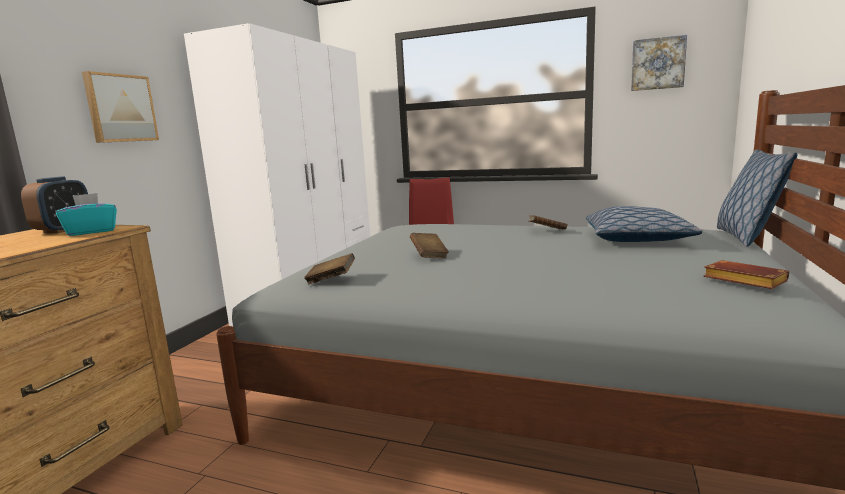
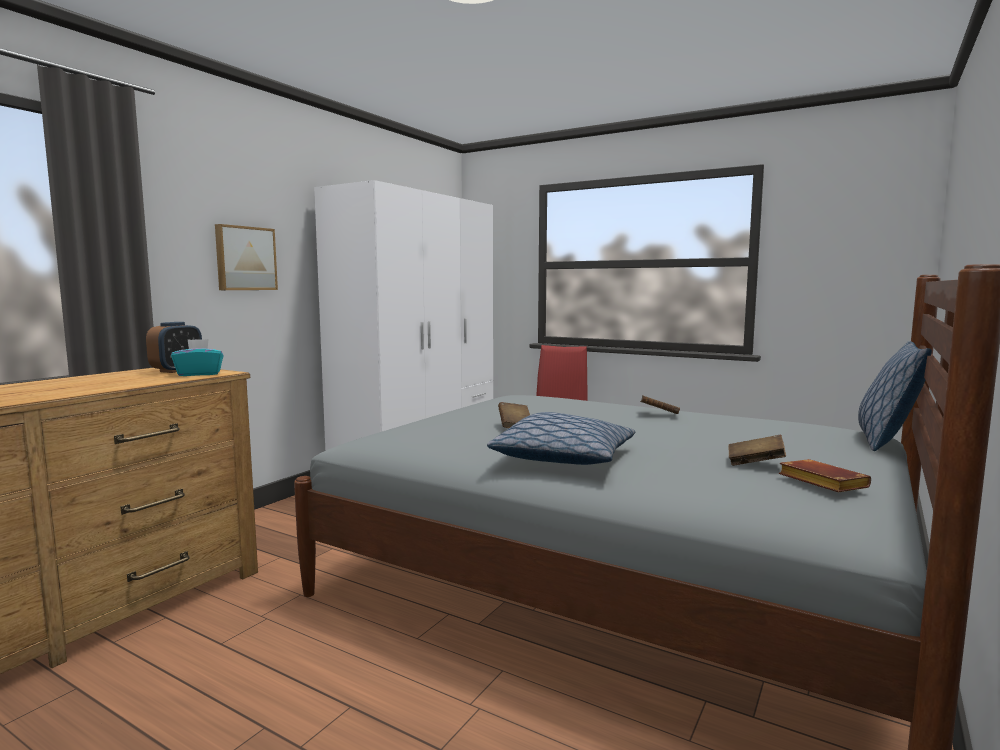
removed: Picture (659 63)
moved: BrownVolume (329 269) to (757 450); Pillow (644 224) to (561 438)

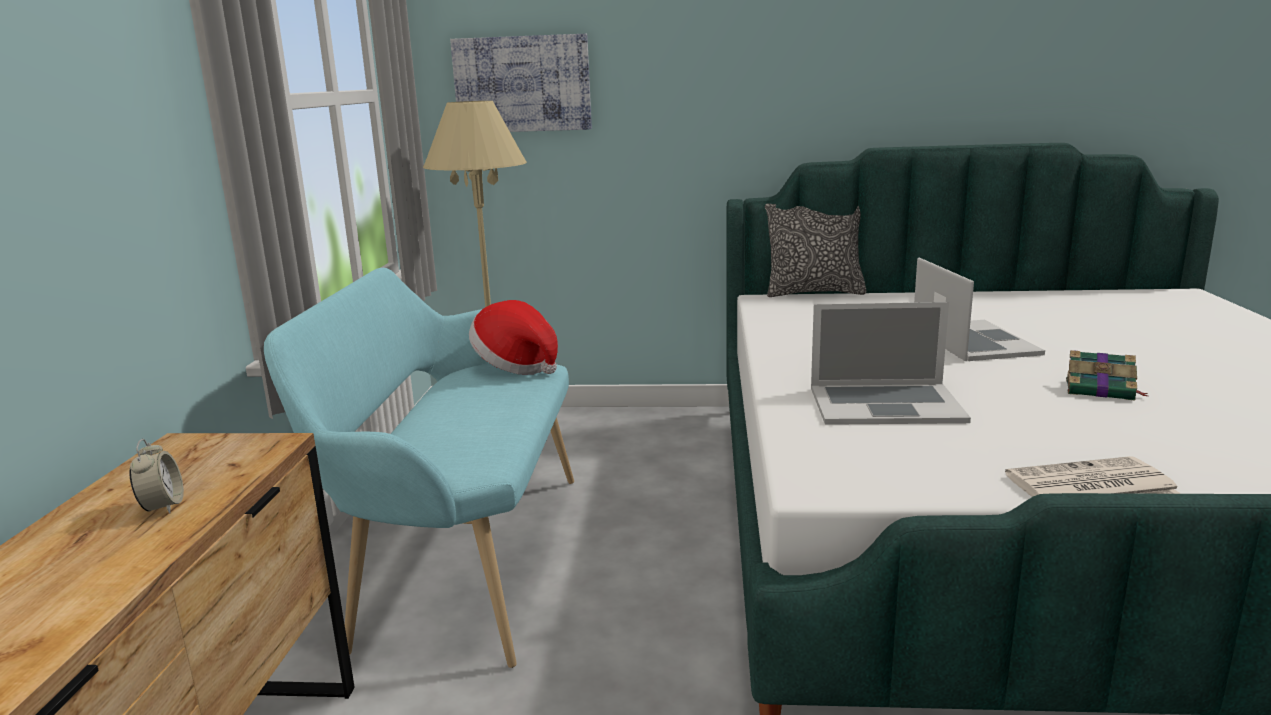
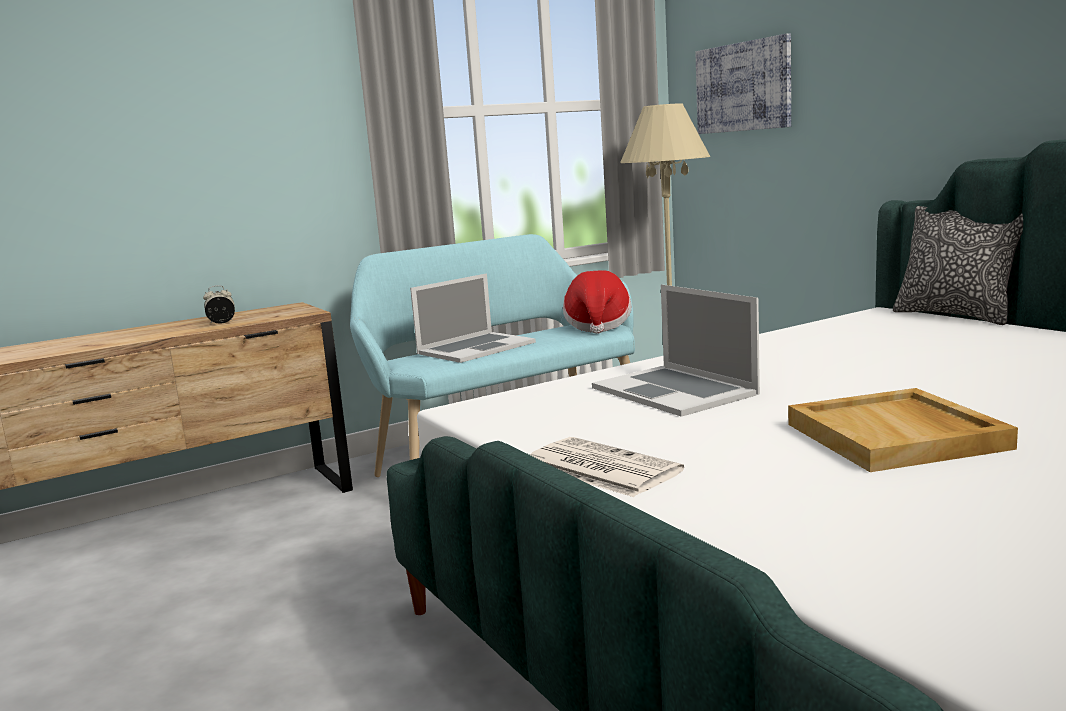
moved: Laptop (979 309) to (473 318)
replaced: Volume (1107 375) to BeigeColouredCarryingTray (903 430)
turned: BedsideClock (156 476) = (219 304) 150 degrees counterclockwise

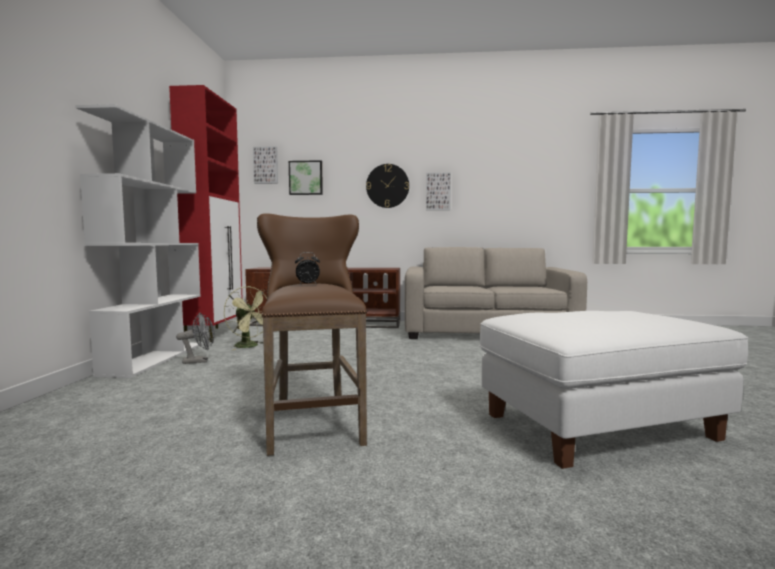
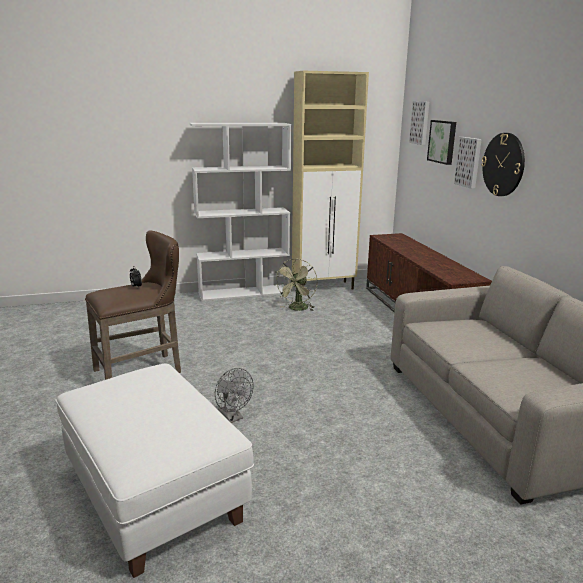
moved: GreyishFan (195 338) to (234 395); Picture (438 191) to (468 163)
recoloured: RedColouredCupboard (205 213) to BeigeColouredCupboard (330 180)

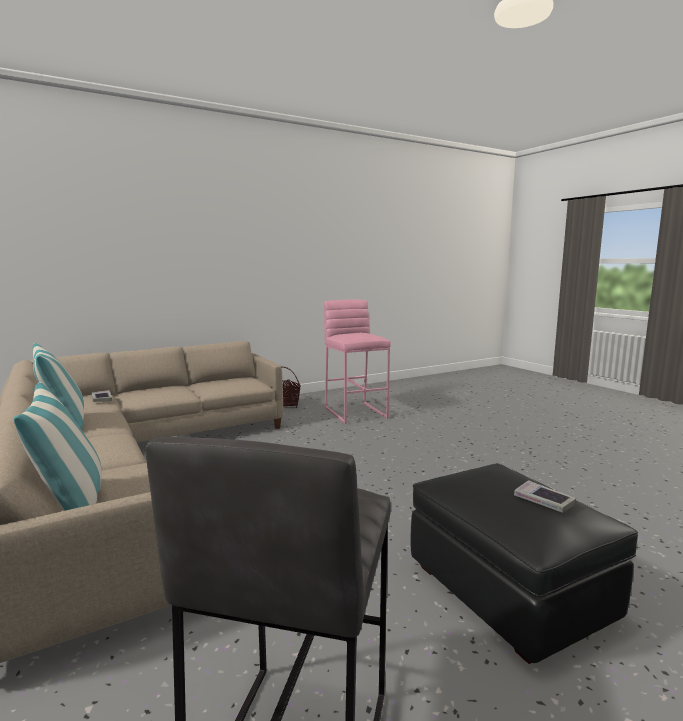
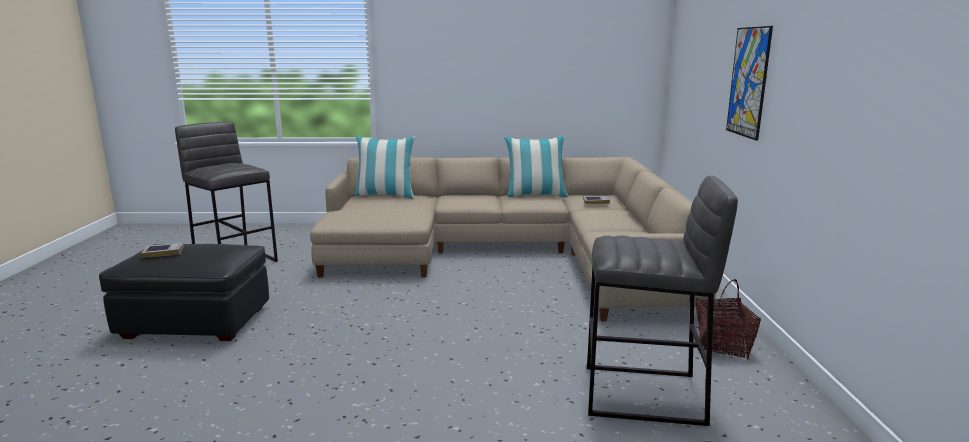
added: Picture (749 83)
recoloured: PinkishSittingStool (357 362) to GreyishSittingStool (662 301)

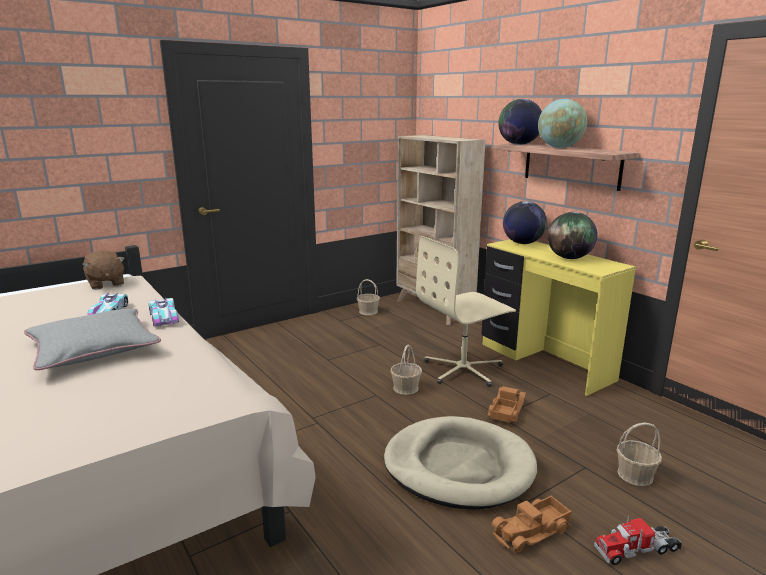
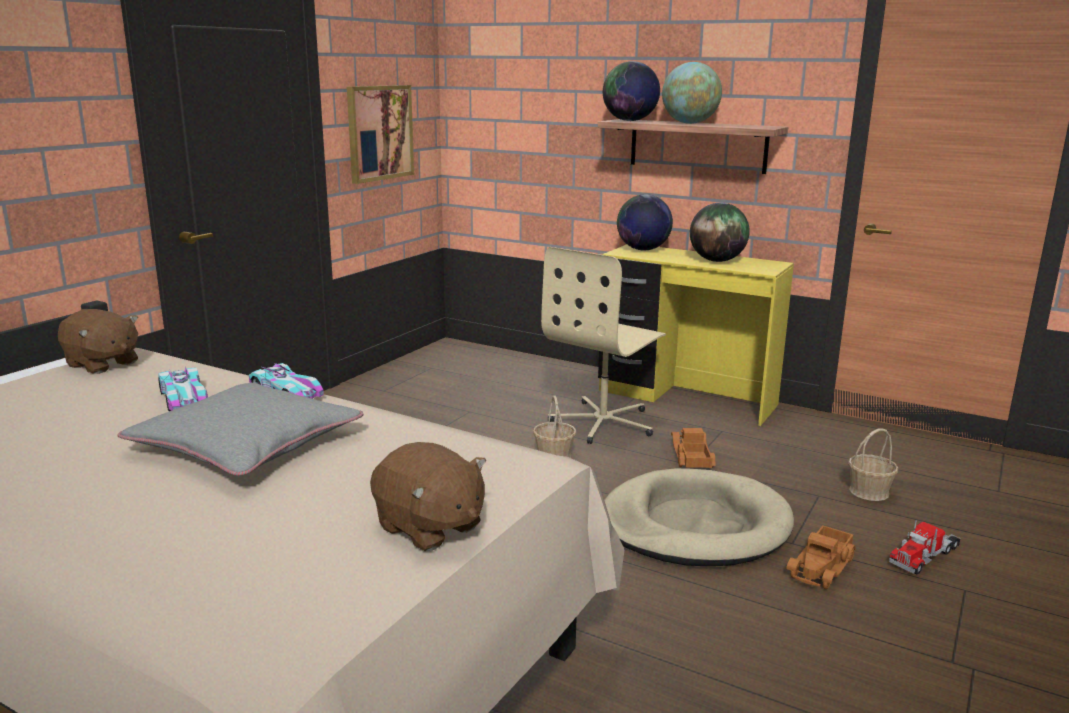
removed: Basket (368 297); BeigeColouredShelvingUnit (441 230)
added: Picture (380 134); BrownSoftToy (428 496)

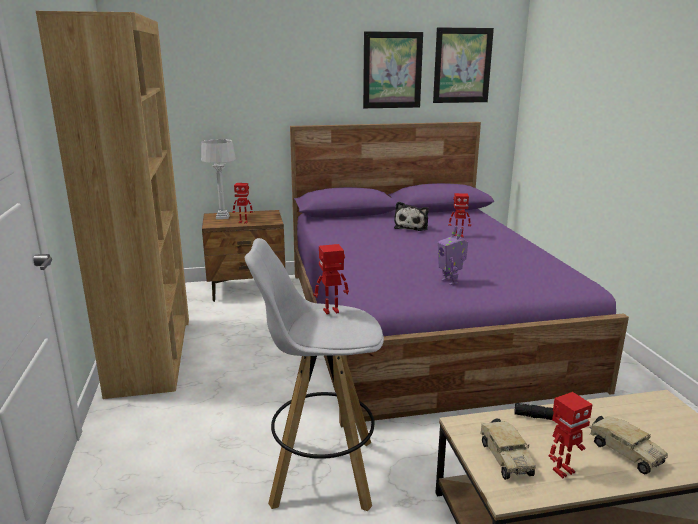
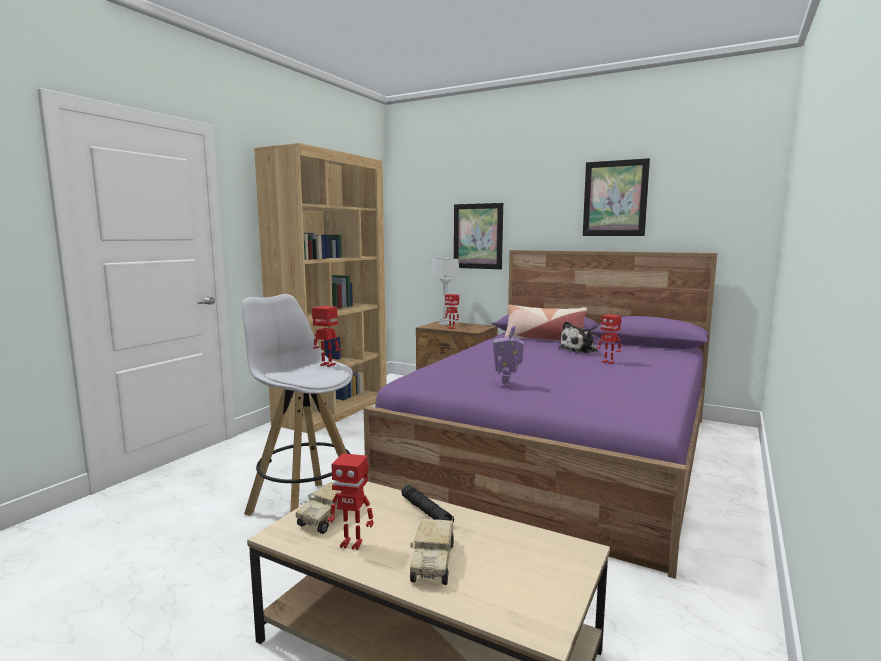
added: Pillow (546 323)
moved: Picture (463 65) to (478 236)

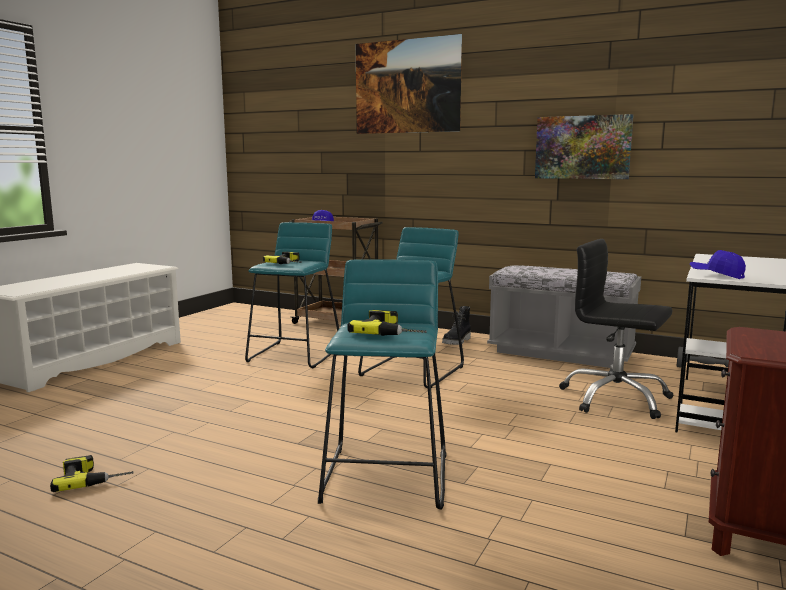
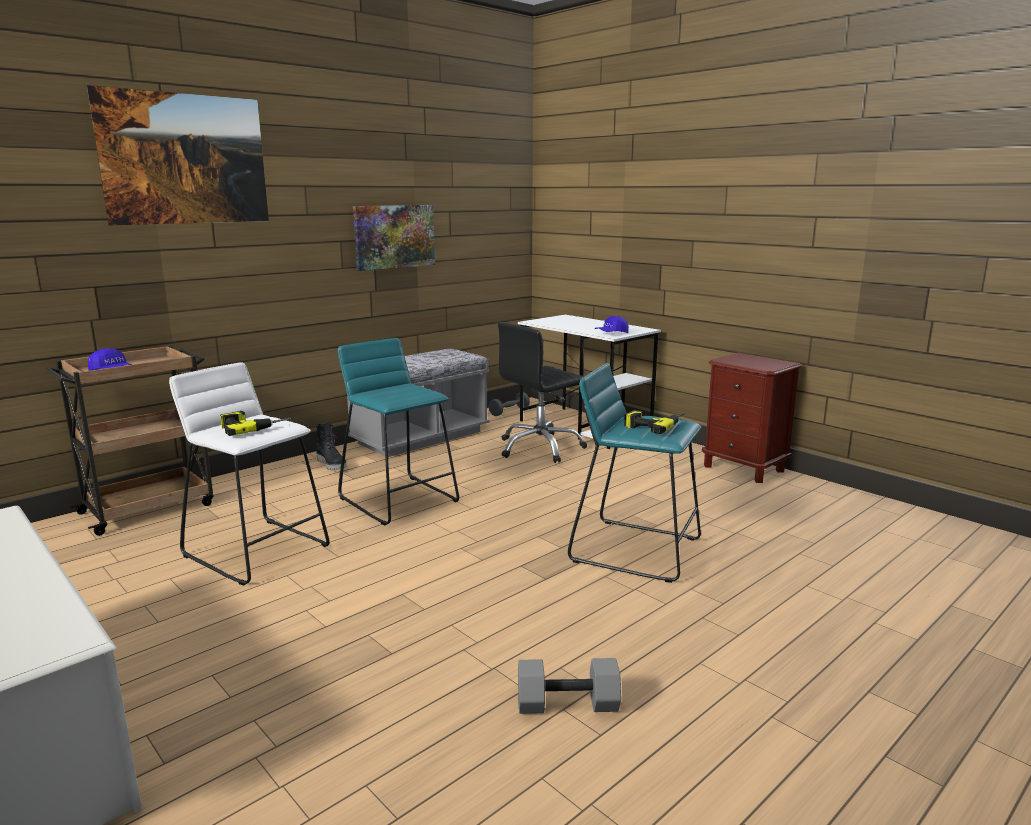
replaced: PowerDrill (92 473) to GreyishDumbbell (569 686)
recoloured: BlueGreenSittingStool (292 295) to WhiteSittingStool (249 474)

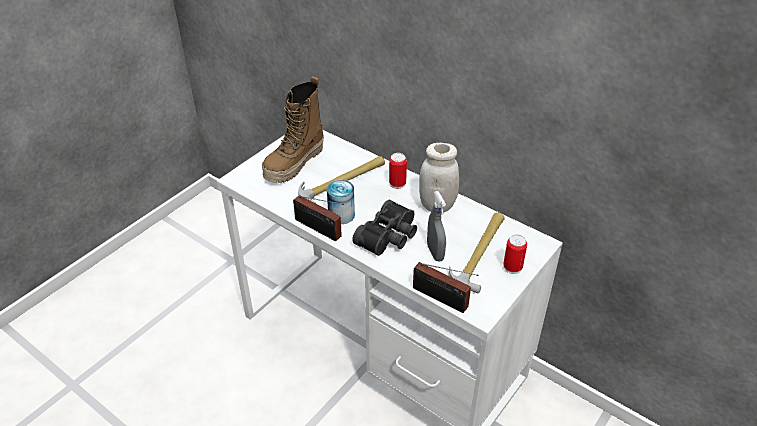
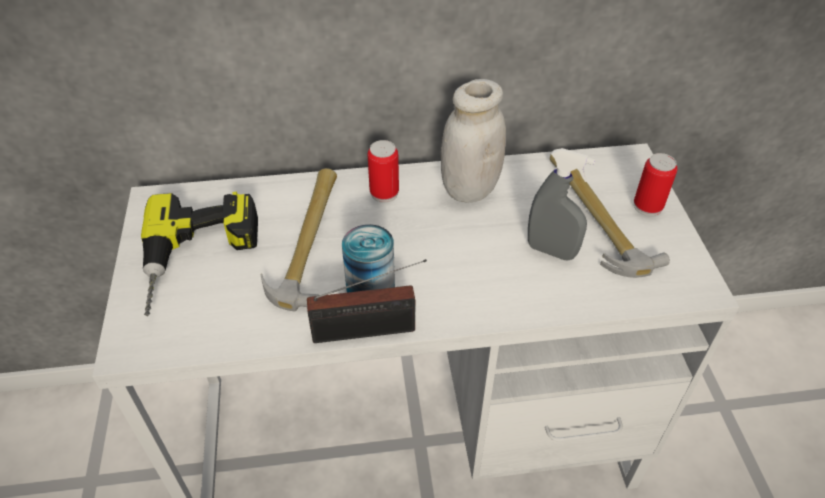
removed: BlackishBinoculars (384 228); RadioSet (446 287)
replaced: HighTopBoot (293 129) to PowerDrill (199 253)

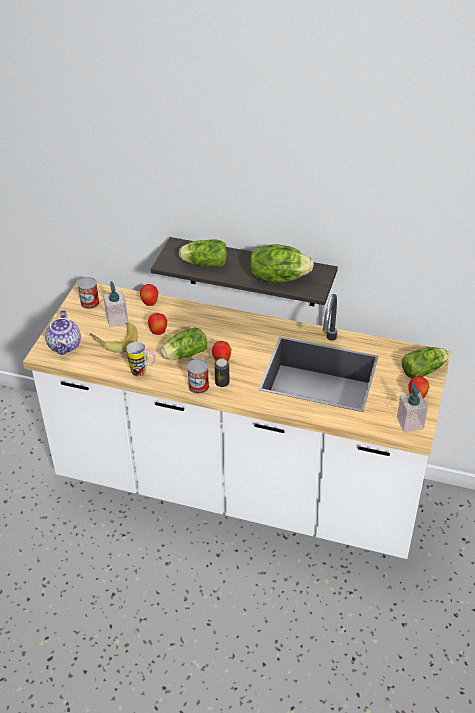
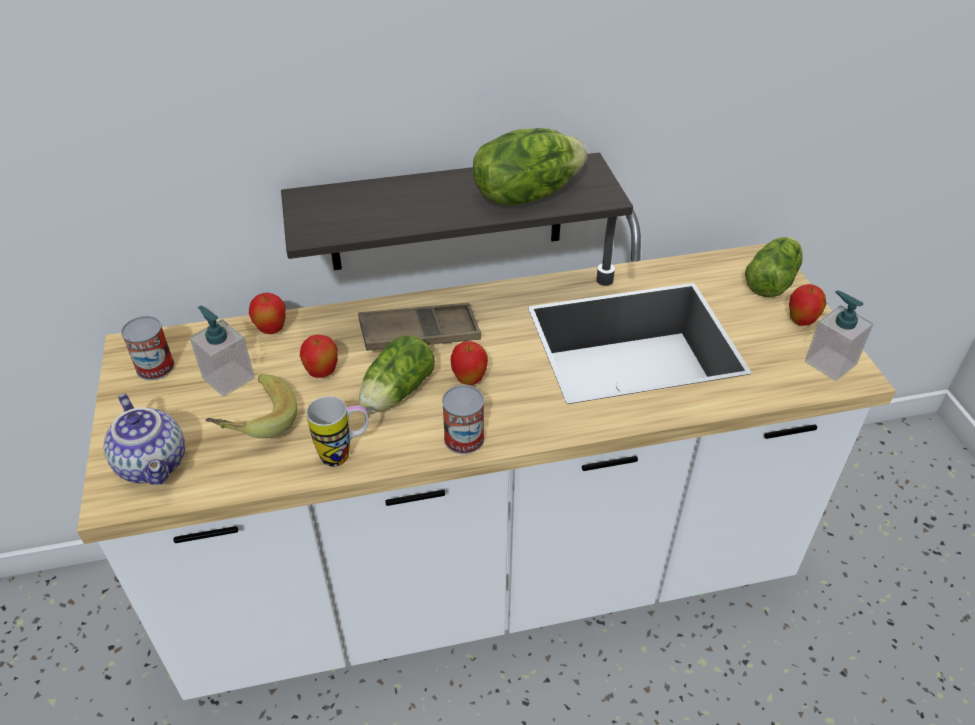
removed: LettuceHead (203 253); SealedCan (222 373)
added: BrownCarryingTray (419 327)

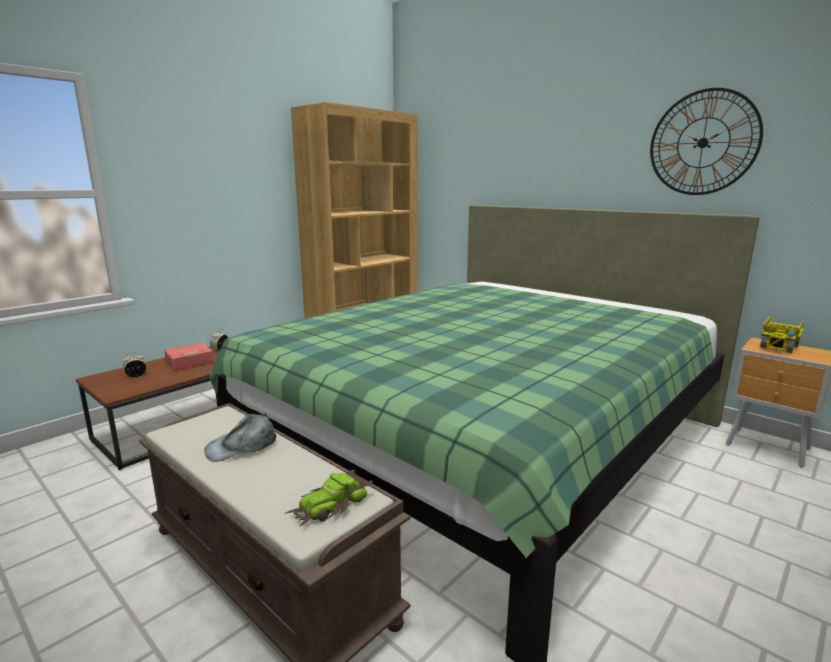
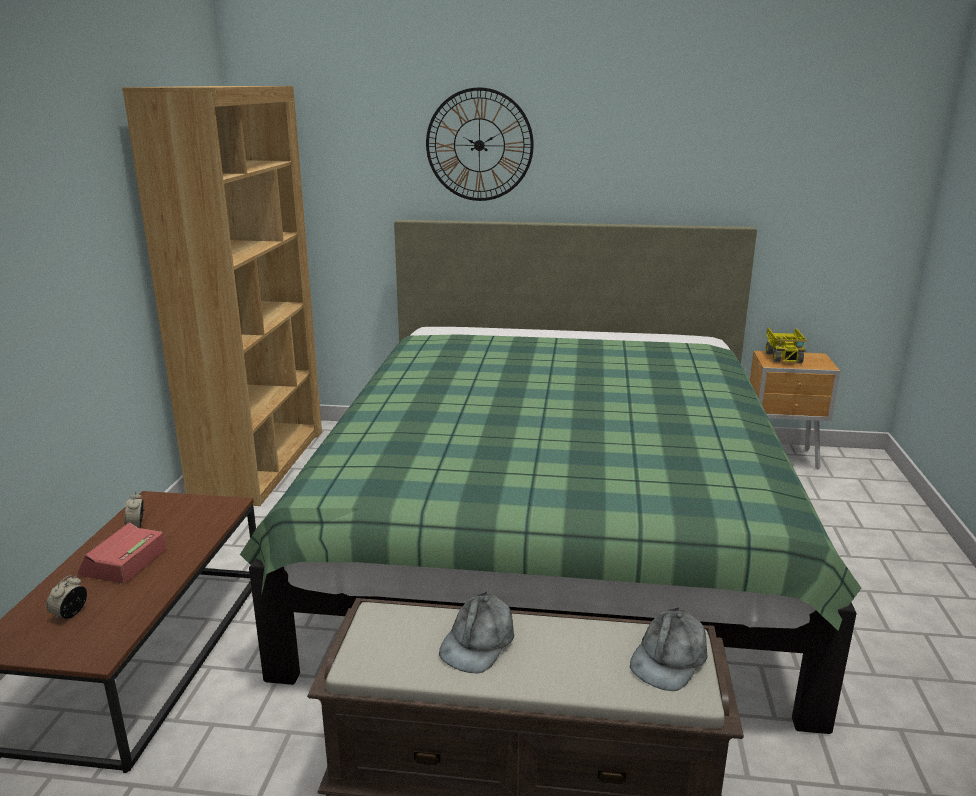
moved: HangingClock (706 141) to (480 144)
replaced: ToyCar (328 498) to GreyishCap (668 649)

